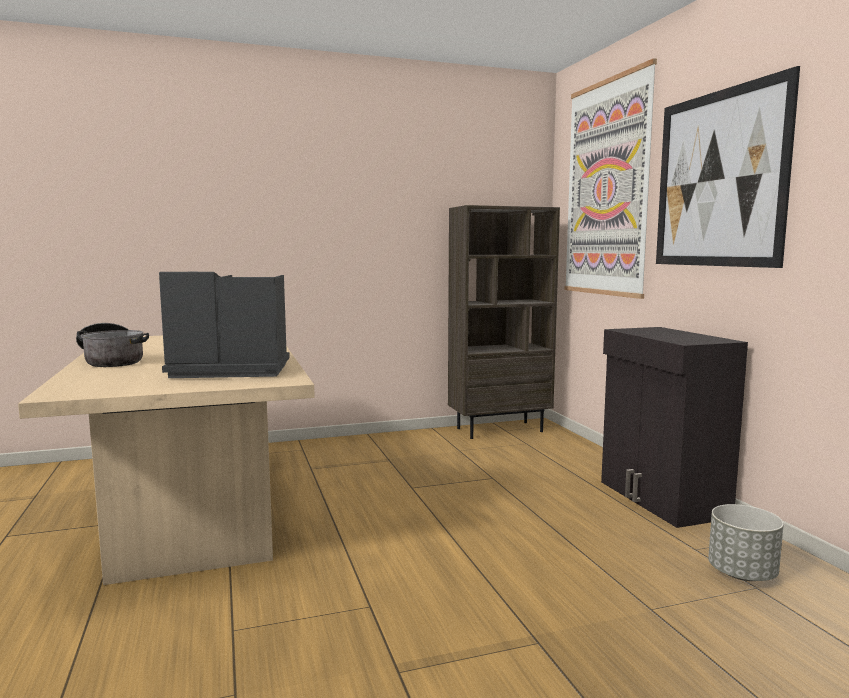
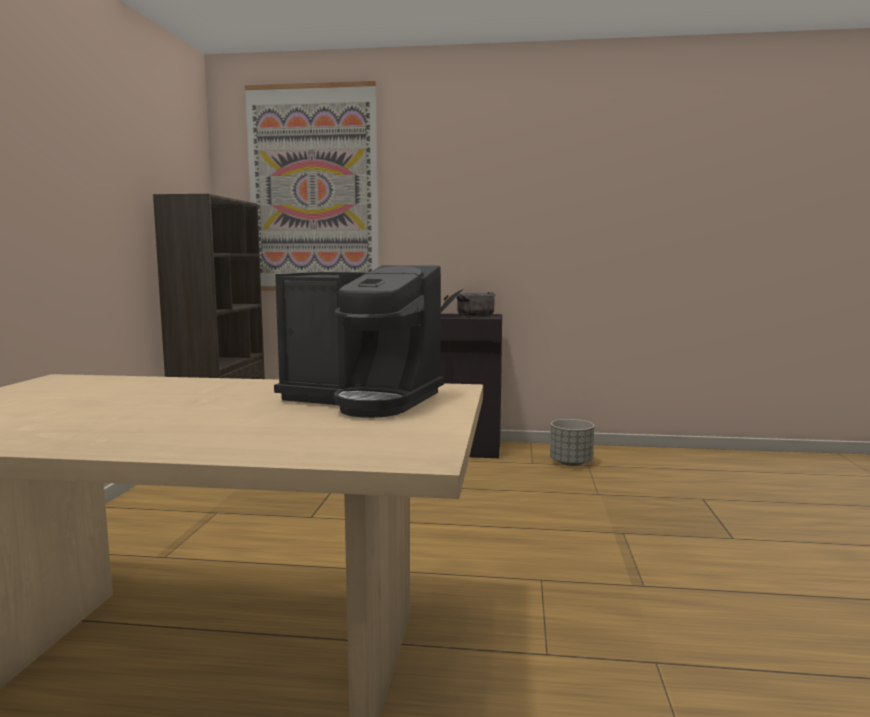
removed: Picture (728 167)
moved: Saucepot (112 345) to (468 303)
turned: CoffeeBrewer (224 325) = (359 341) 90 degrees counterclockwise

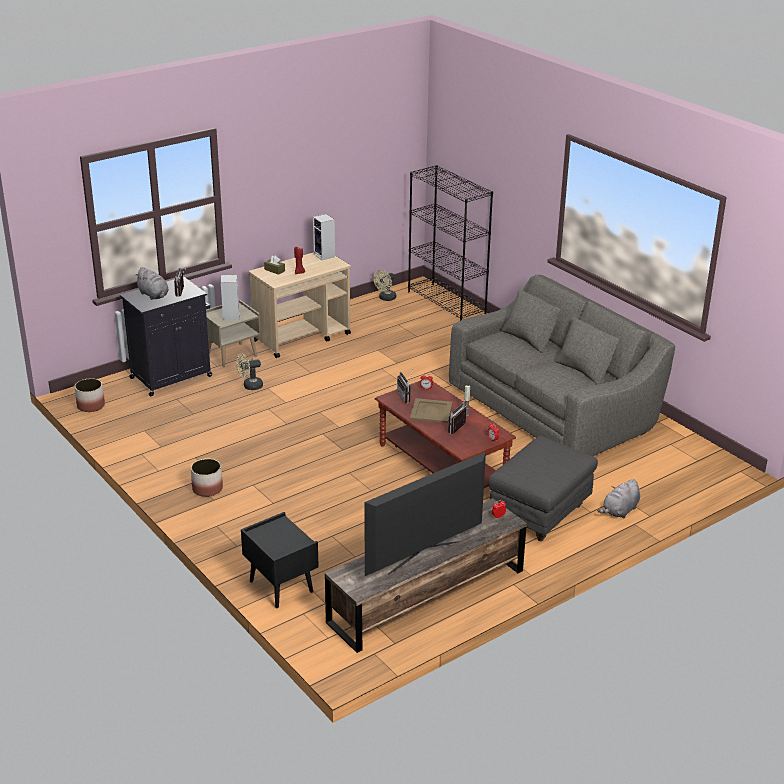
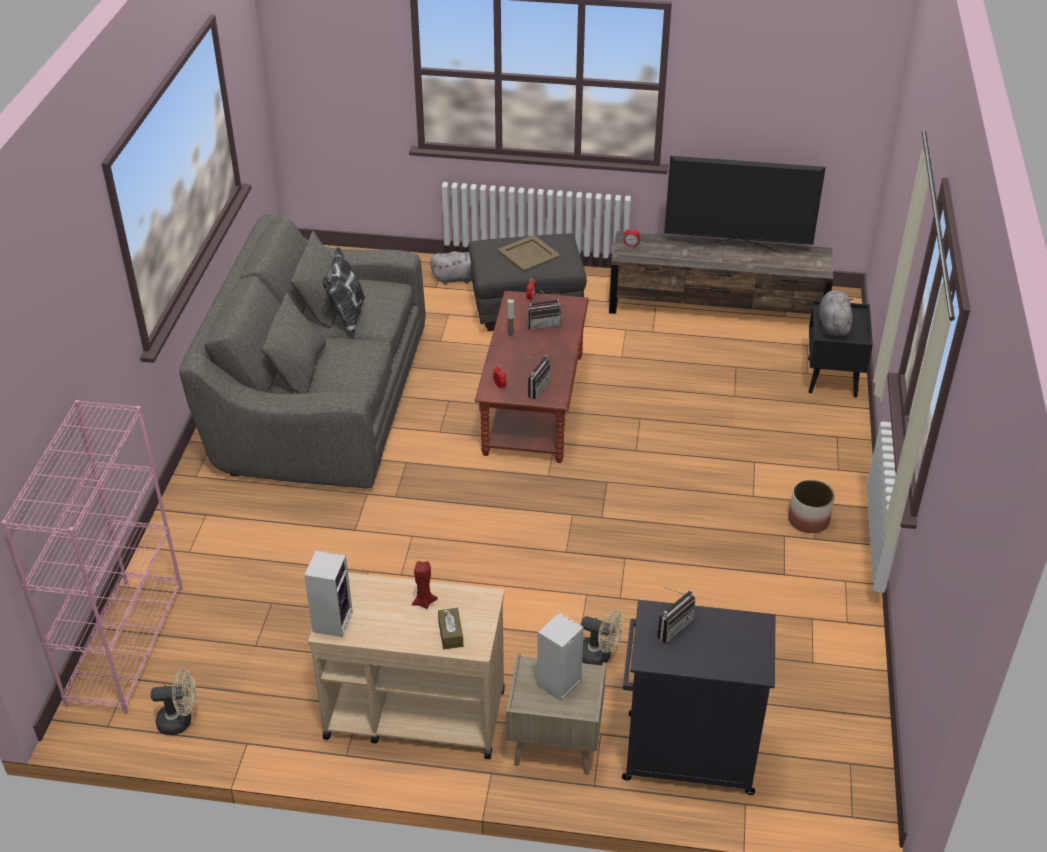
removed: FlowerPot (89 395)
added: Pillow (344 292)
moved: GreyishSoftToy (151 283) to (836 313); BeigeColouredCarryingTray (431 410) to (529 253)
recoloured: BlackishShelvingUnit (450 243) to PinkishShelvingUnit (92 557)

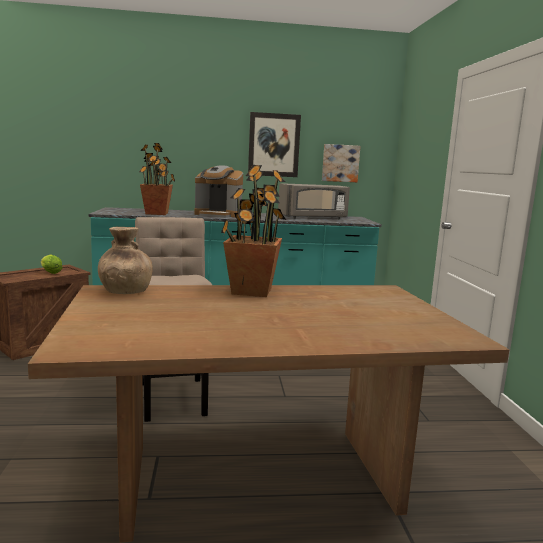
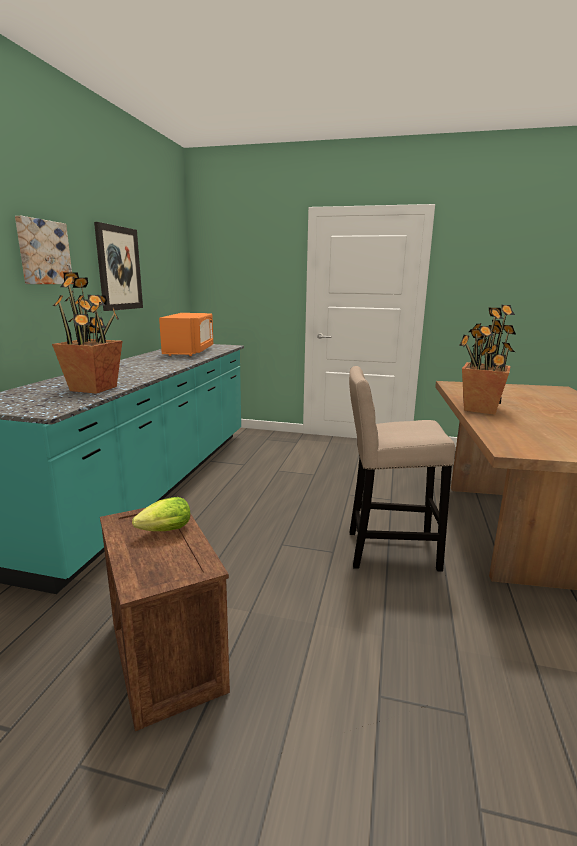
removed: BrownFlowerVase (125 260); CoffeeBrewer (219 192)
moved: Picture (341 163) to (44 250)
recoloured: GreyishKitchenMicrowave (314 201) to OrangeColouredKitchenMicrowave (186 334)

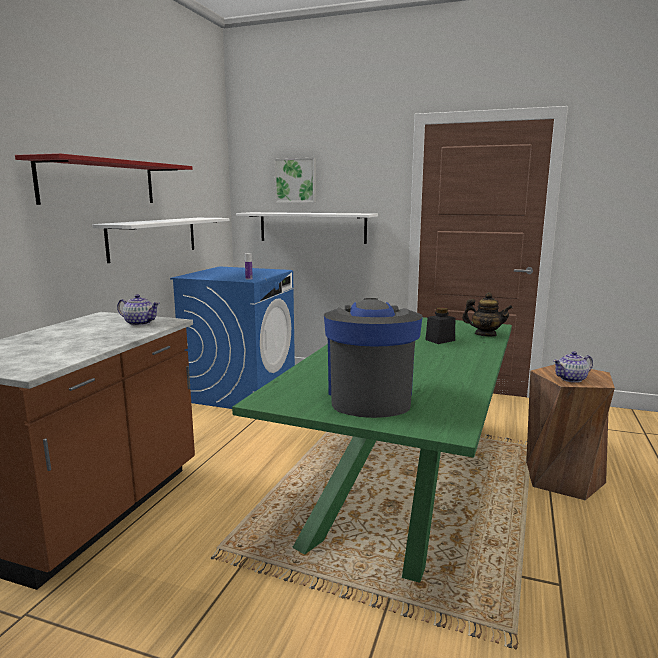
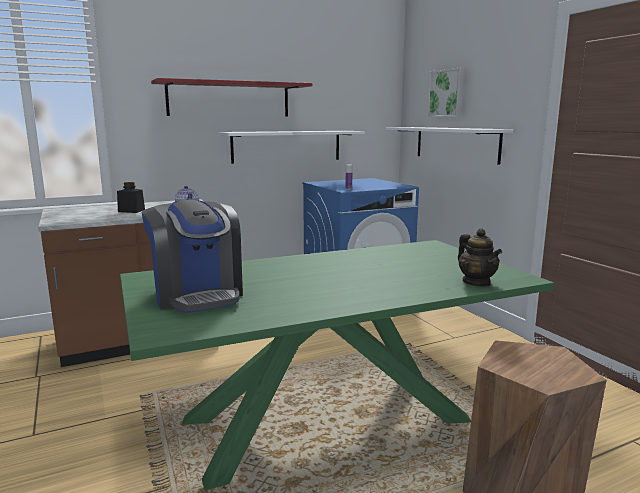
removed: Teapot (573 367)
moved: BlackishJar (440 326) to (131 197)
turned: CoffeeBrewer (373 358) = (192 256) 105 degrees clockwise

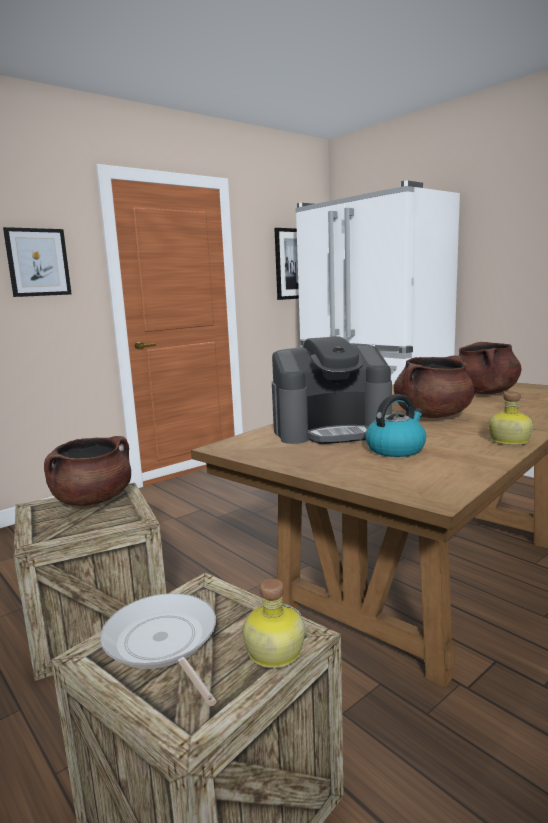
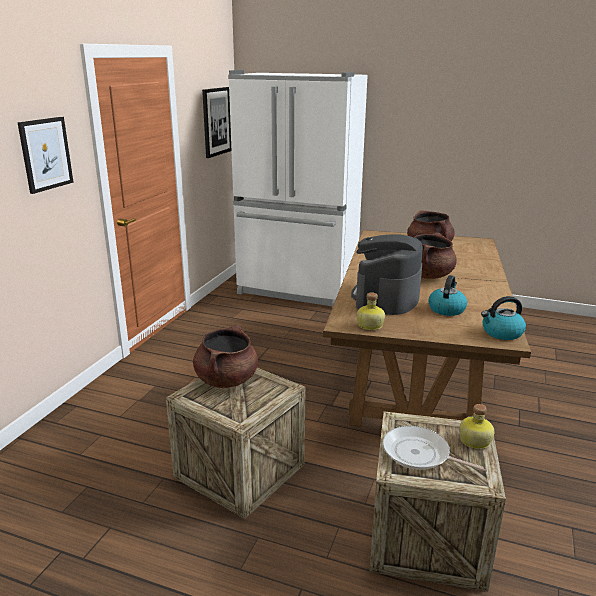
added: TeaKettle (503 318)
moved: BeverageBottle (510 418) to (371 311)
turned: CoffeeBrewer (332 390) = (387 275) 150 degrees clockwise

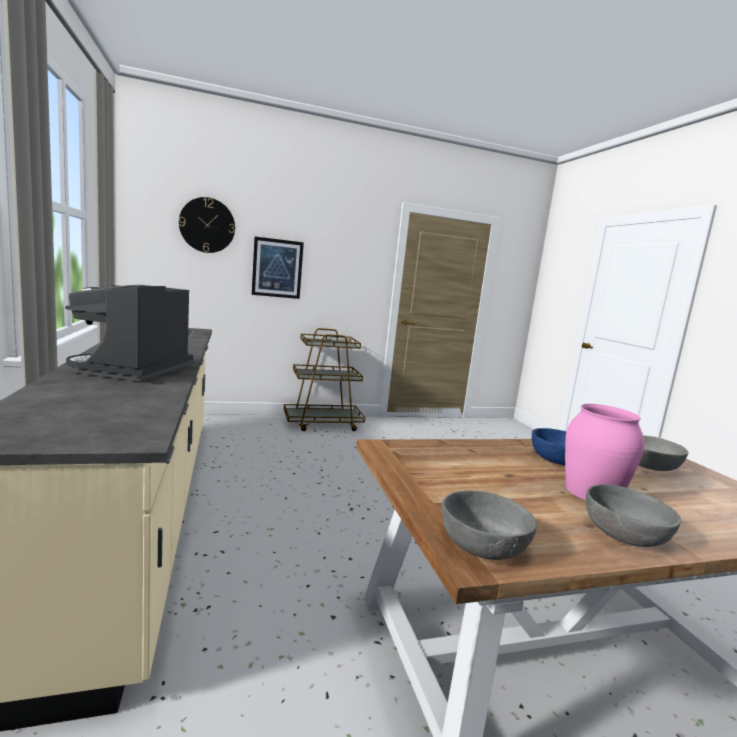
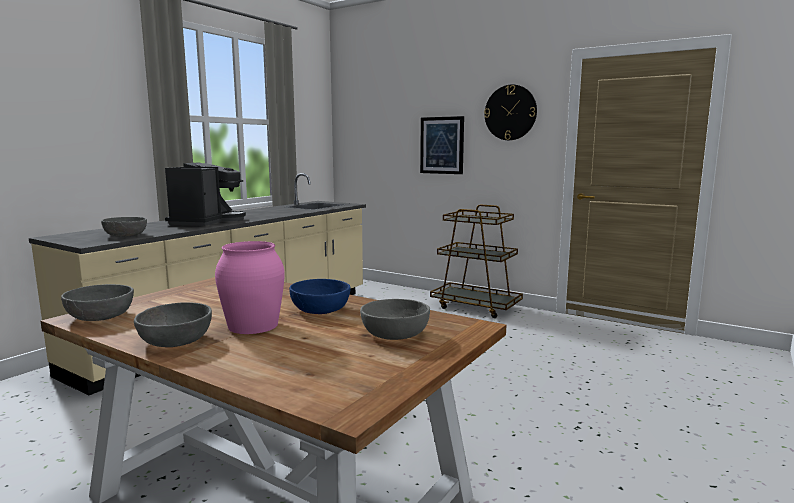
added: GreyishServingBowl (124 227)
moved: HangingClock (207 225) to (510 112)
turned: CoffeeBrewer (129 333) = (205 194) 135 degrees clockwise

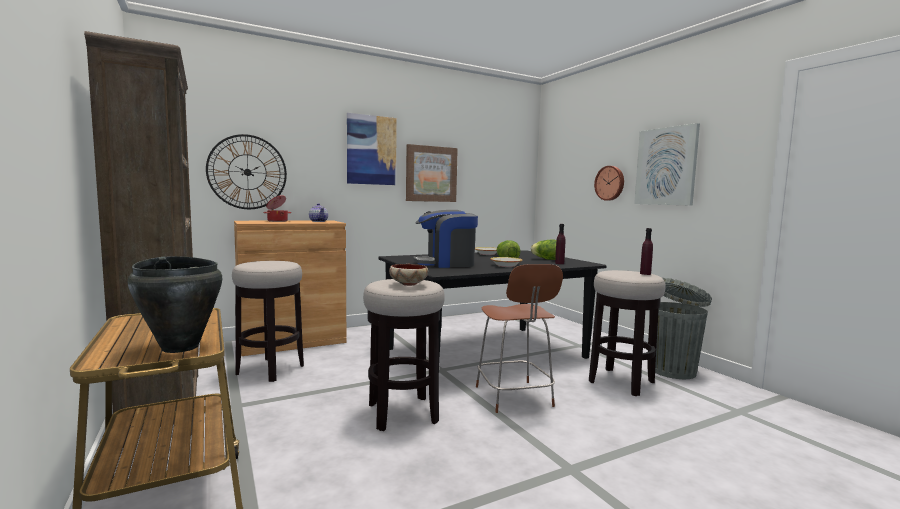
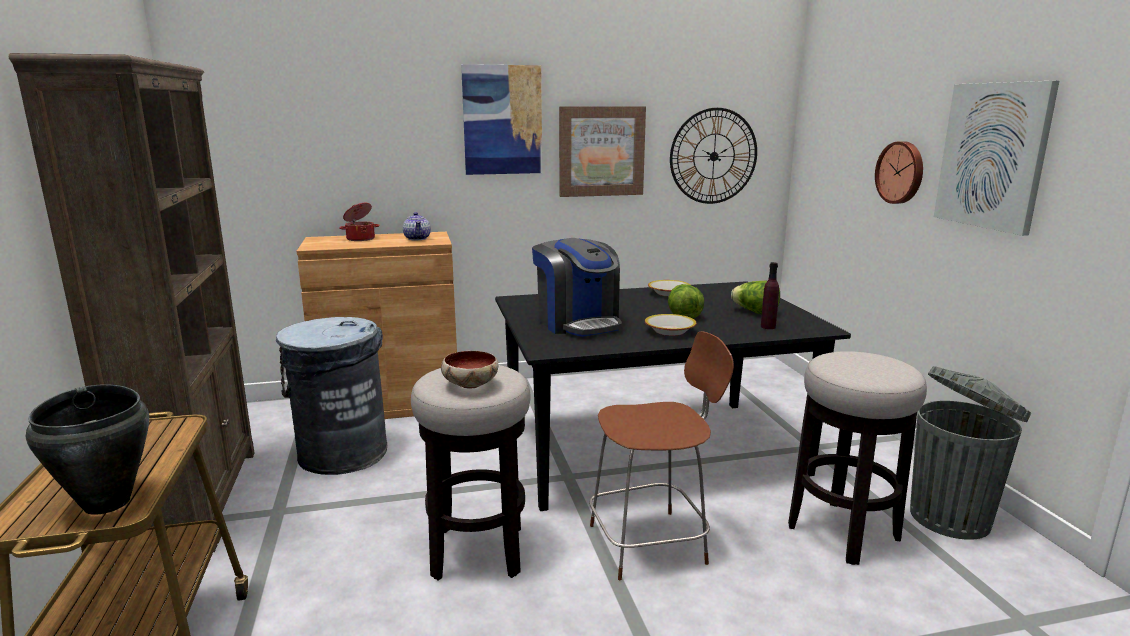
removed: PurplishBeverageBottle (646 251)
moved: HangingClock (246 171) to (713 156)
replaced: SittingStool (268 321) to GreyishWasteBin (331 396)
turned: CoffeeBrewer (445 239) = (577 287) 120 degrees counterclockwise; BrownUprightChair (519 338) = (661 455) 105 degrees counterclockwise

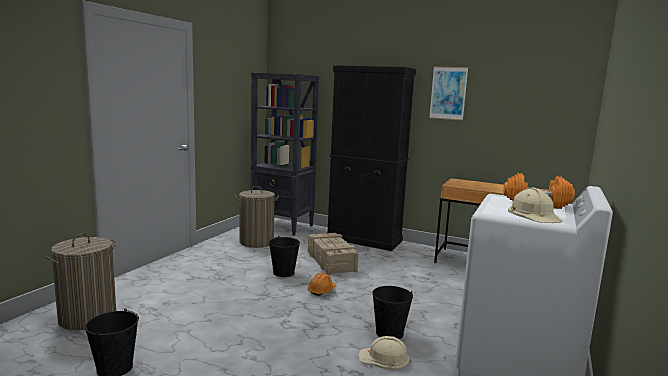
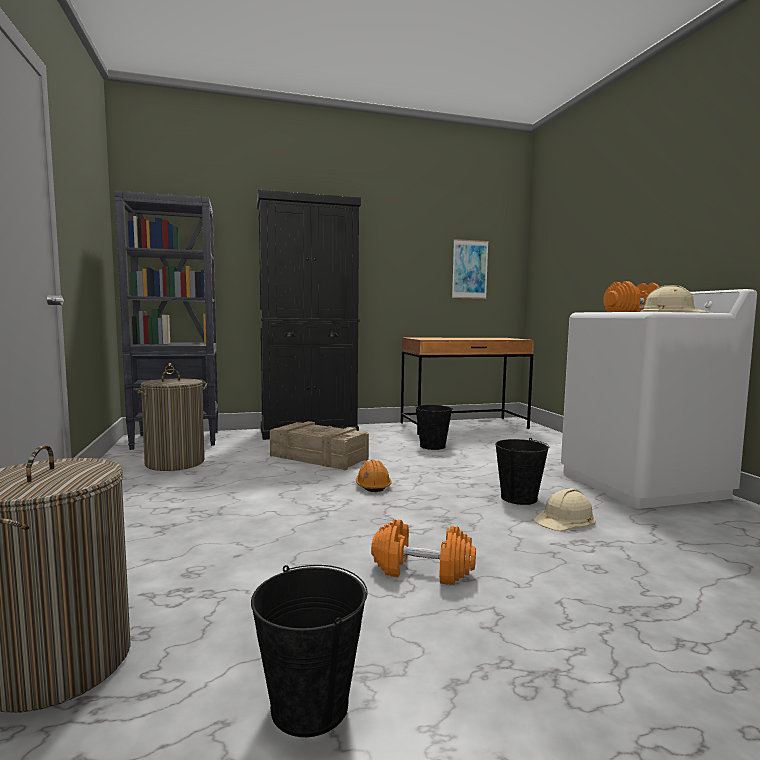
added: OrangeColouredDumbbell (423 552)
moved: BlackishBucket (284 256) to (434 427); Picture (448 93) to (470 269)

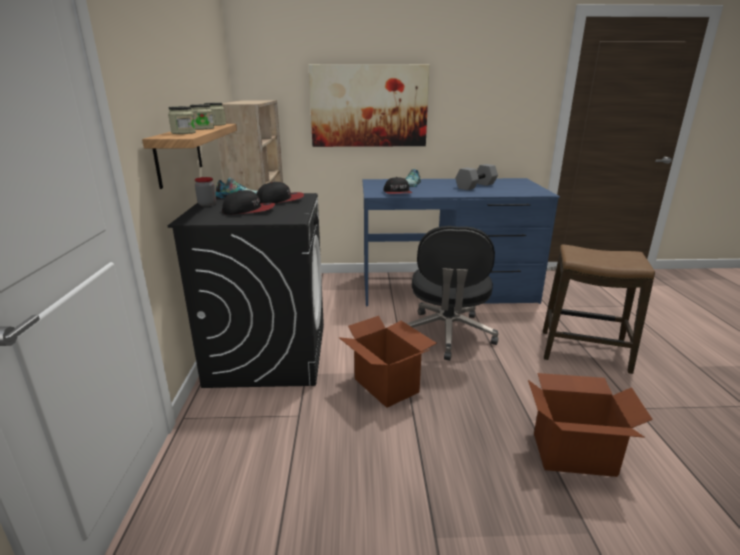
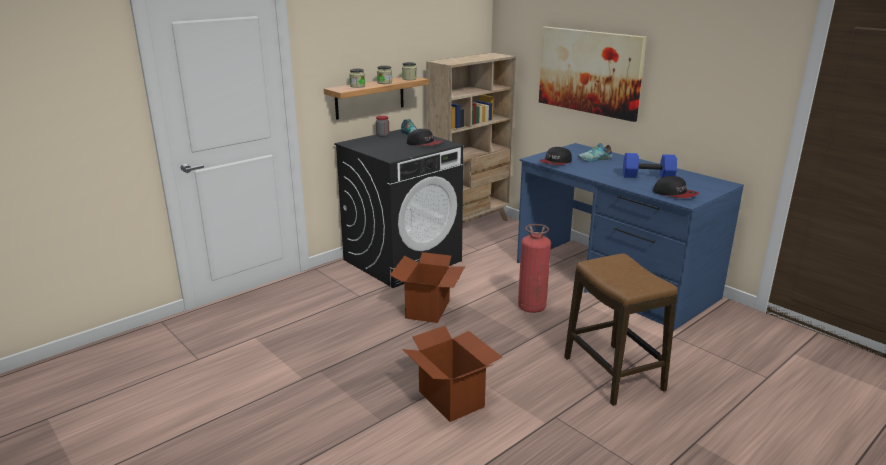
moved: Cap (248 202) to (676 187)
replaced: BlackishOfficeChair (452 293) to FireFightingCylinder (534 268)
recoloured: GreyishDumbbell (476 177) to BlueDumbbell (650 165)

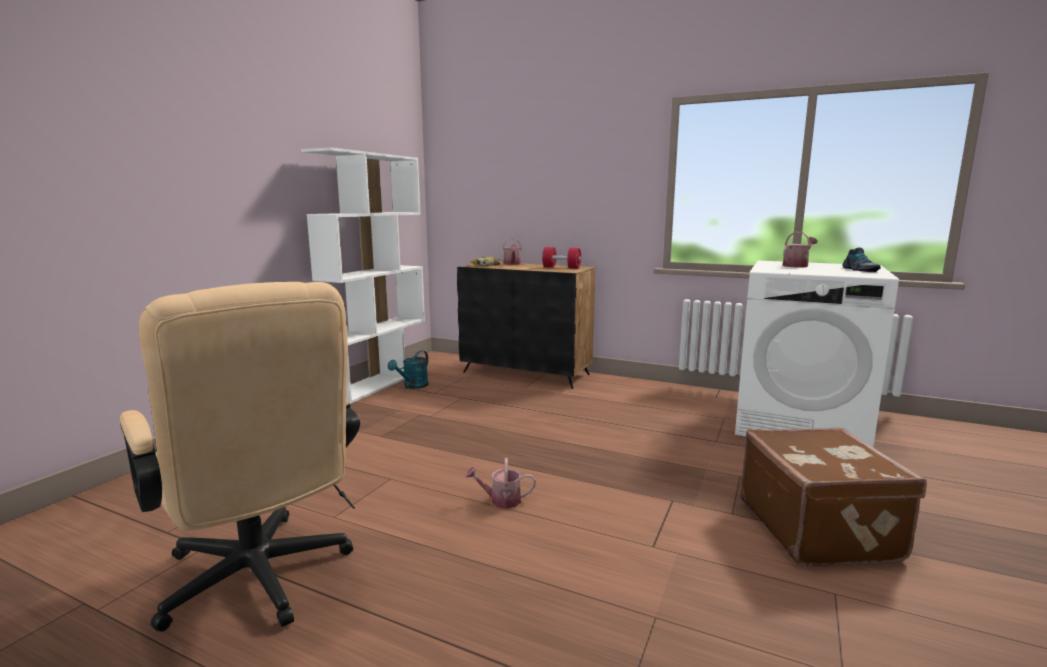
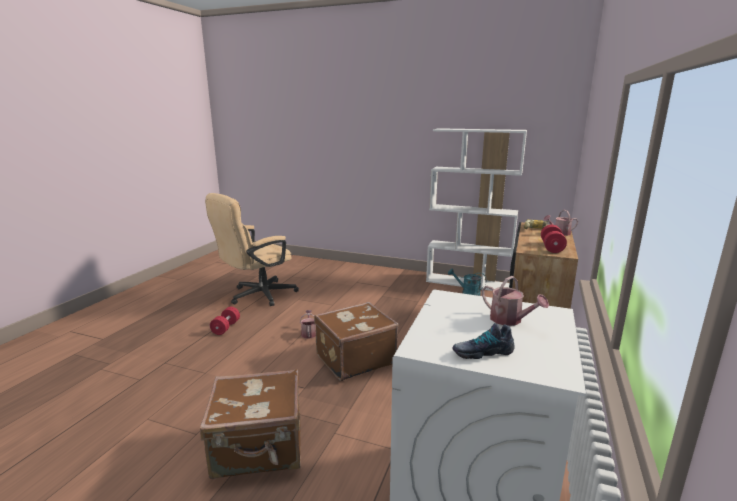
added: RedColouredDumbbell (225 321); BrownPieceOfLuggage (356 341)

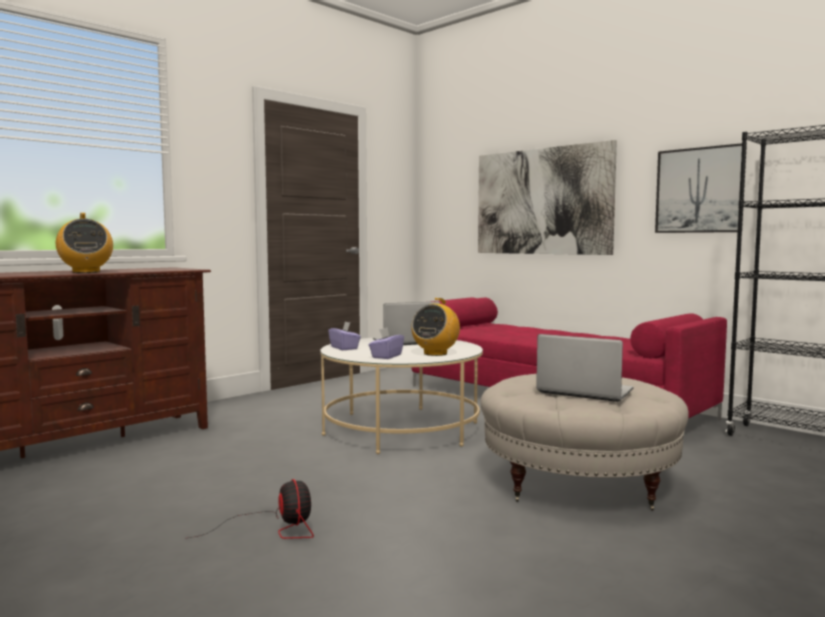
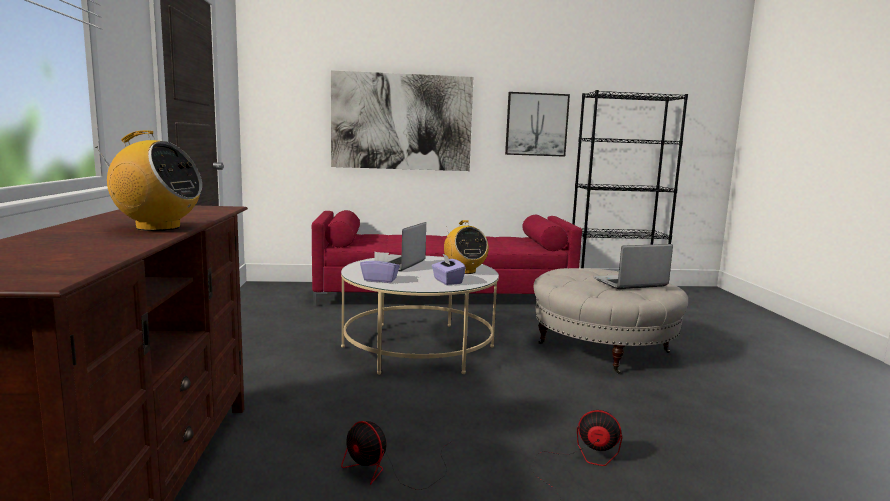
added: Fan (396 455)

